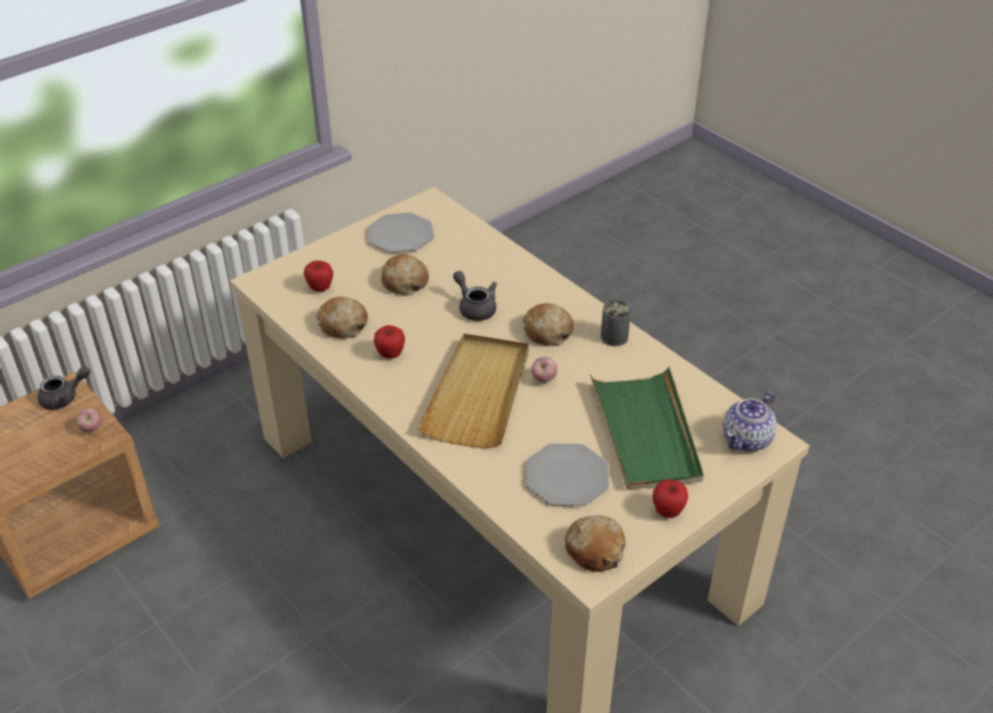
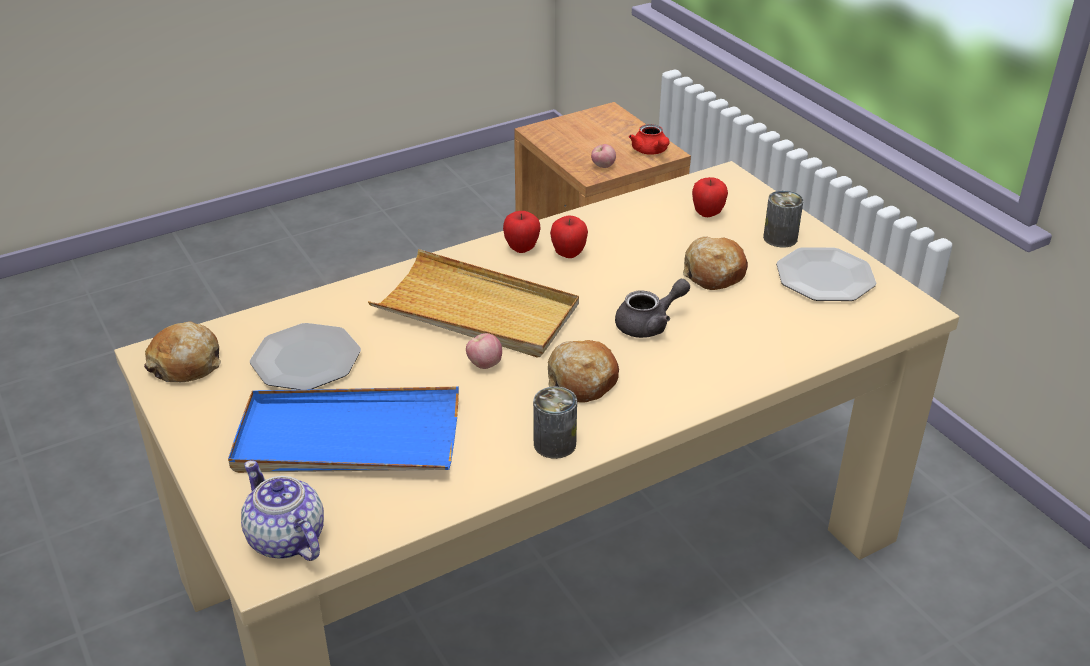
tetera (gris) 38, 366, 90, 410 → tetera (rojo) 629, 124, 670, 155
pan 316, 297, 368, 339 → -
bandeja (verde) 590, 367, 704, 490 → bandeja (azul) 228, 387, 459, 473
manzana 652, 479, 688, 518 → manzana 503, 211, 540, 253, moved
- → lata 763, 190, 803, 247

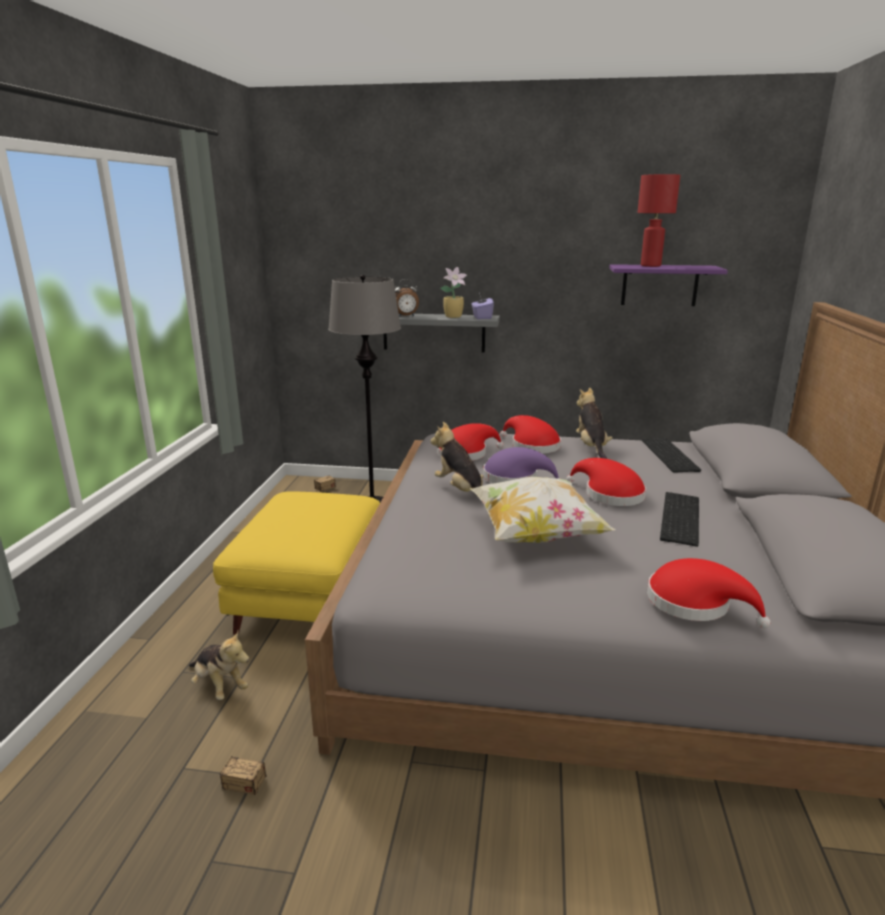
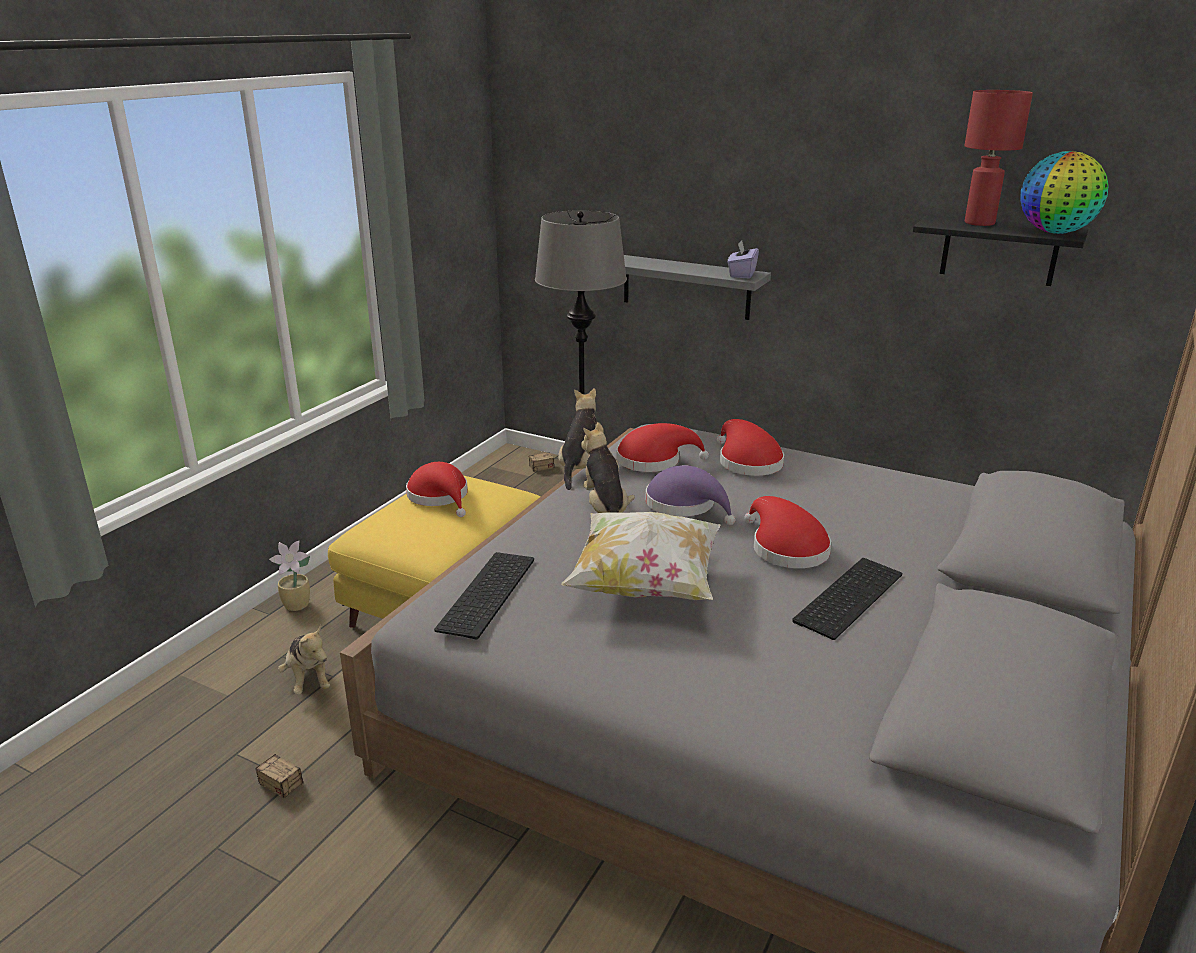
despertador 395, 279, 419, 317 → -
planta en maceta 441, 267, 467, 318 → planta en maceta 269, 540, 310, 611, moved
peluche 576, 387, 612, 459 → peluche 558, 388, 597, 490, moved
estante (morado) 609, 264, 728, 306 → estante (negro) 913, 215, 1089, 286
teclado 642, 438, 701, 473 → teclado 434, 552, 534, 639, moved
sombrero (rojo) 647, 558, 771, 628 → sombrero (rojo) 406, 462, 468, 517, moved
- → globo terráqueo 1020, 151, 1109, 234

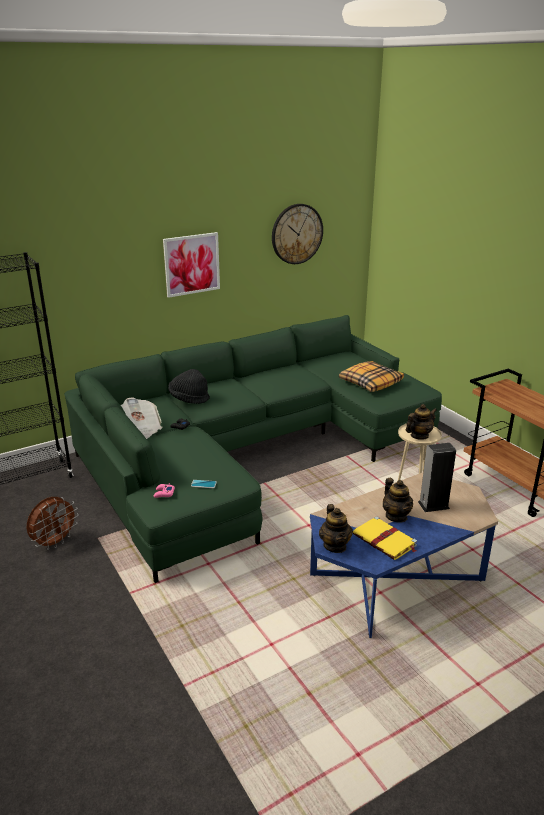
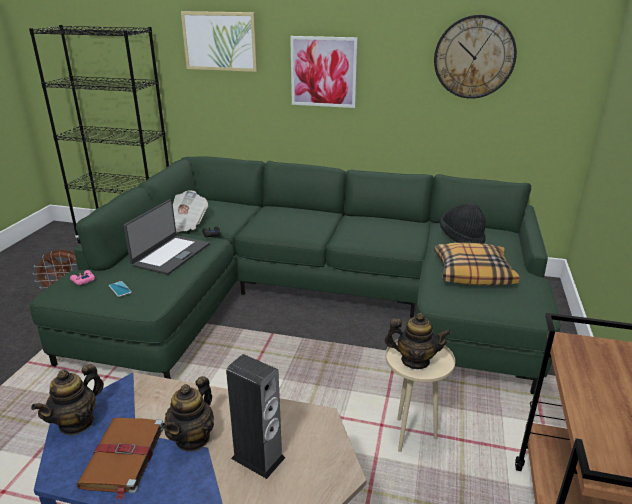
sombrero (negro) 168, 369, 210, 404 → sombrero (negro) 440, 203, 486, 244, moved
libro (amarillo) 353, 516, 417, 560 → libro (marrón) 76, 417, 164, 500
- → portátil 123, 199, 210, 275
- → cuadro 181, 11, 258, 72

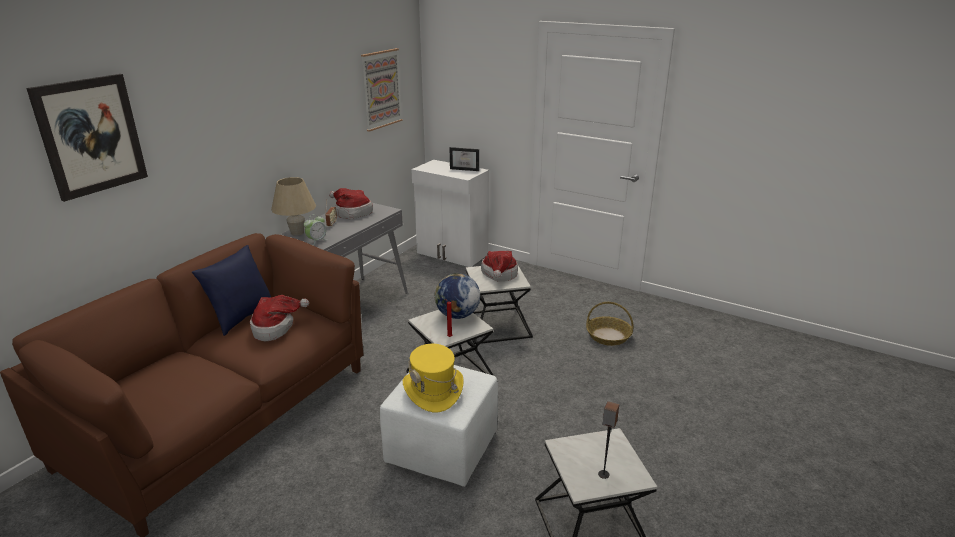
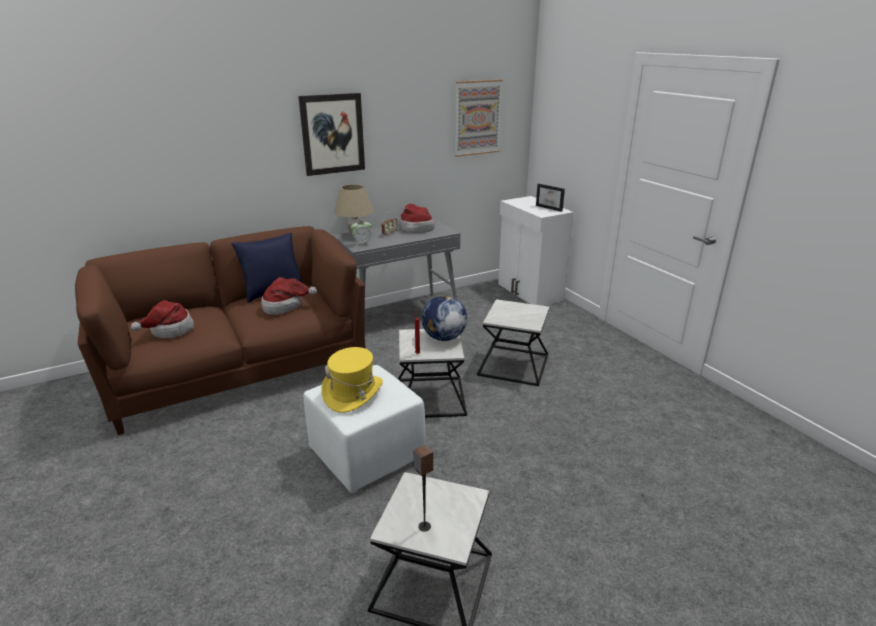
cuadro 26, 74, 148, 202 → cuadro 298, 93, 365, 176, moved
sombrero 481, 251, 518, 281 → sombrero 131, 300, 194, 338, moved
cesta 586, 302, 634, 346 → -

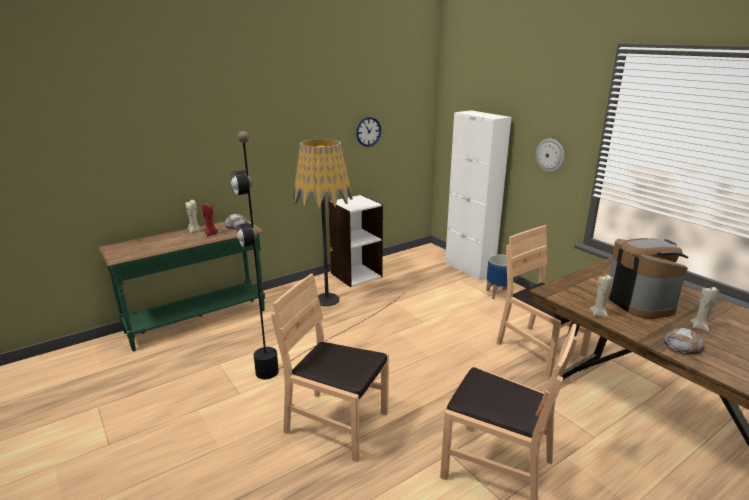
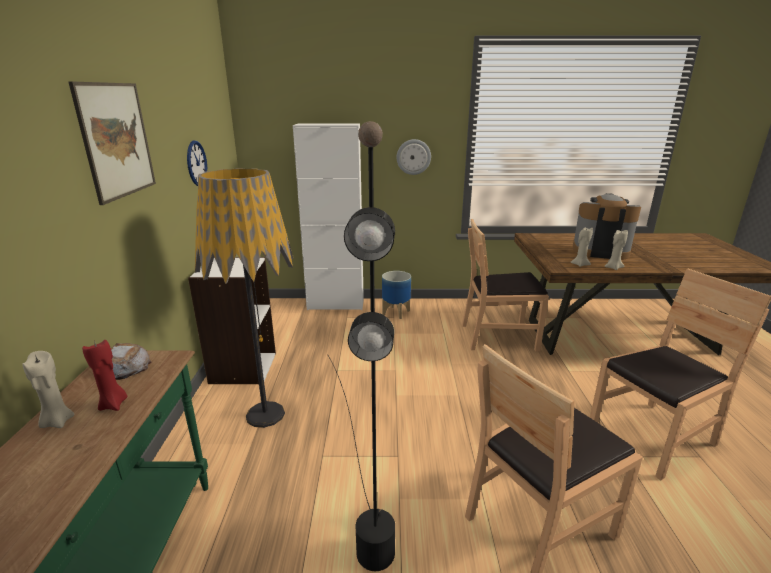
pan 664, 328, 705, 355 → -
vela (beis) 690, 286, 719, 332 → vela (beis) 570, 228, 593, 267, moved
- → cuadro 68, 81, 156, 205

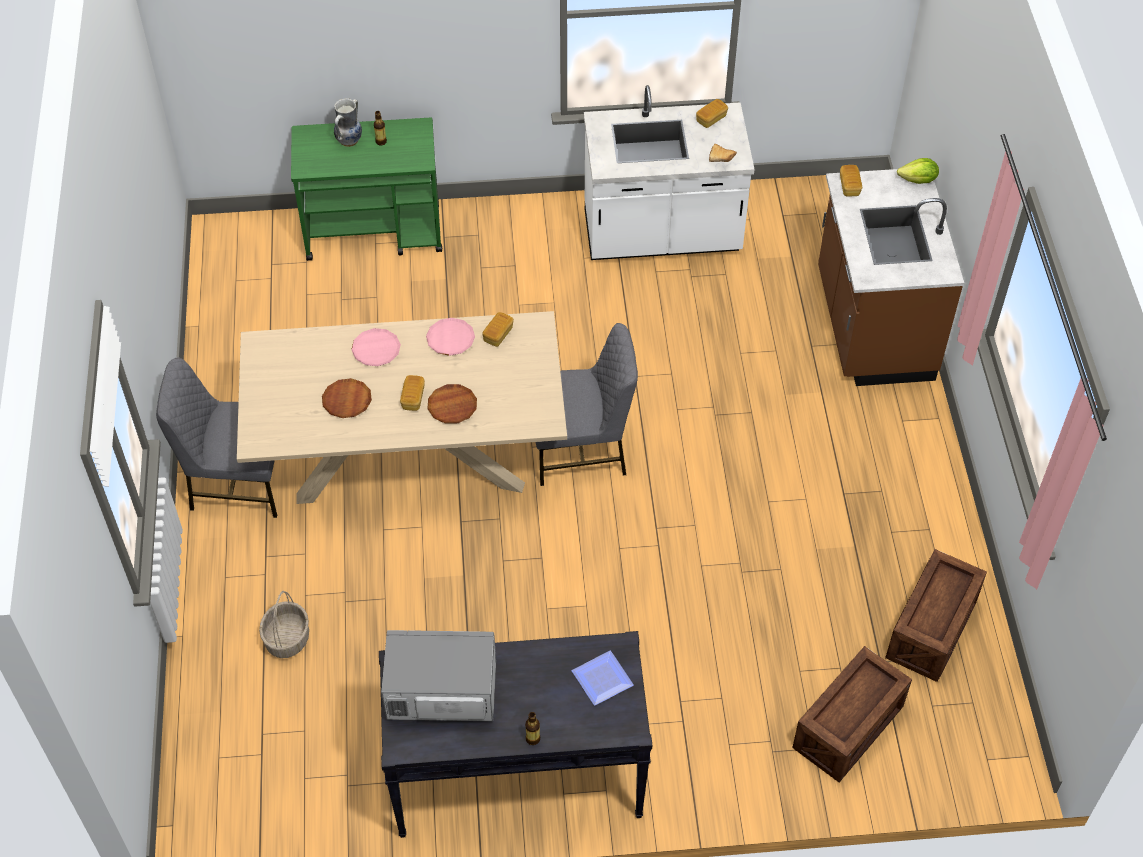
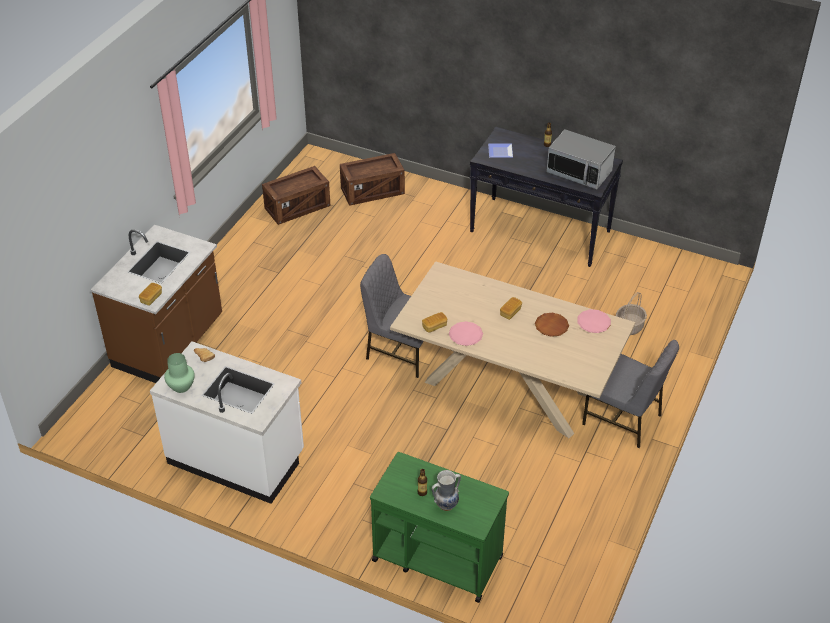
plato (rosa) 351, 328, 401, 366 → plato (rosa) 577, 309, 611, 333, moved
plato (marrón) 428, 384, 477, 423 → -
pan 696, 99, 728, 128 → florero (verde) 164, 353, 195, 393
lechuga 897, 158, 939, 184 → -

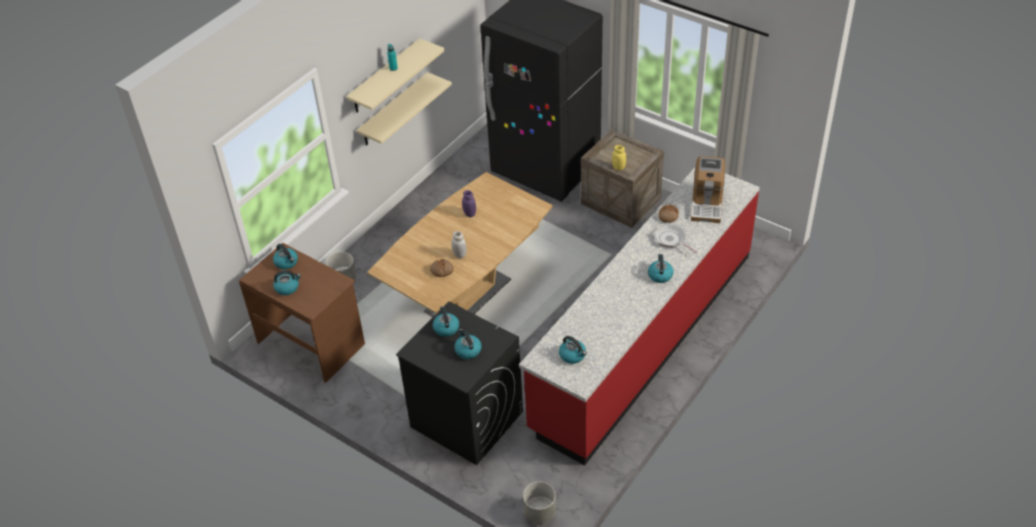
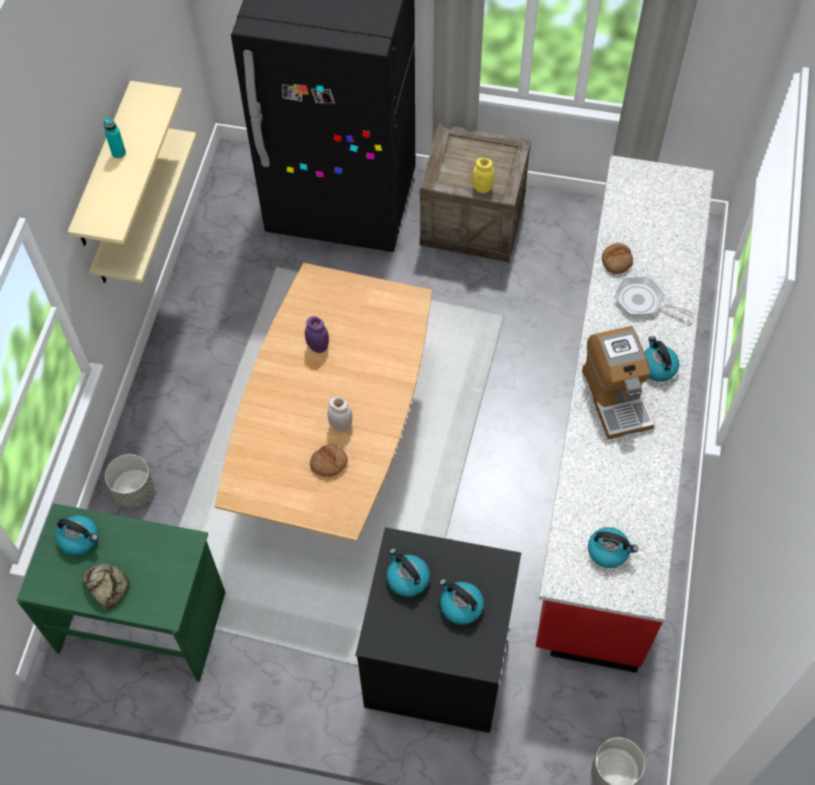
escritorio (marrón) 239, 243, 365, 383 → escritorio (verde) 17, 503, 225, 682
hervidor 273, 270, 301, 295 → pan 81, 563, 129, 610
cafetera 691, 156, 725, 223 → cafetera 582, 326, 655, 440, moved

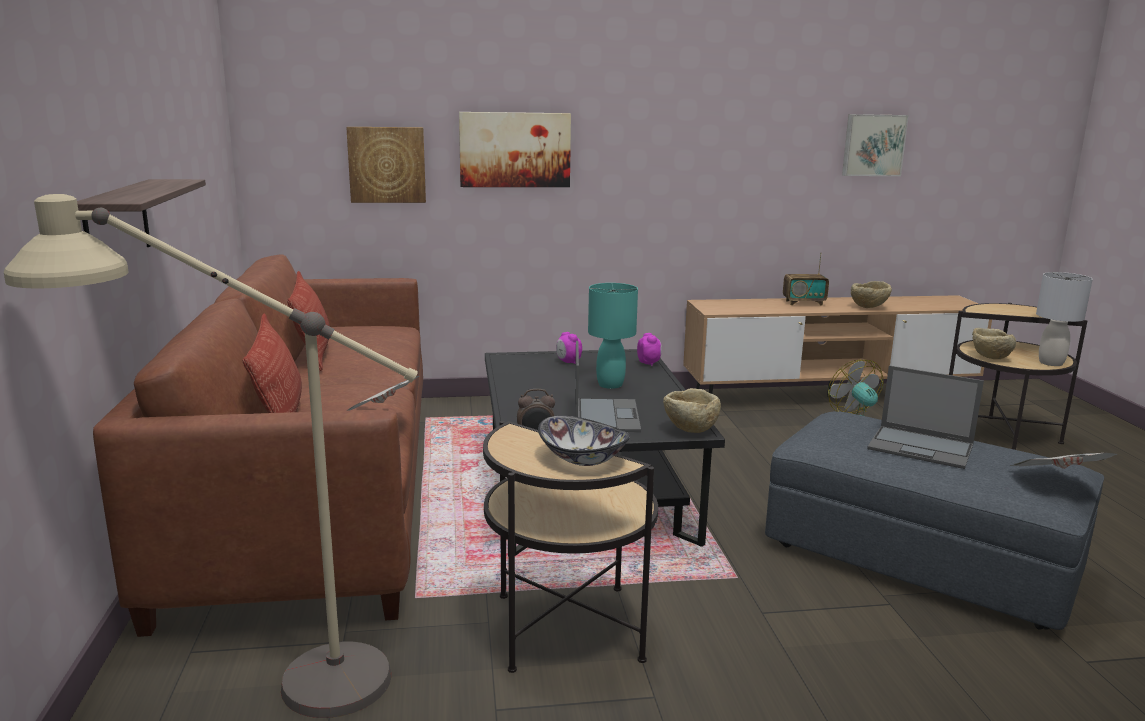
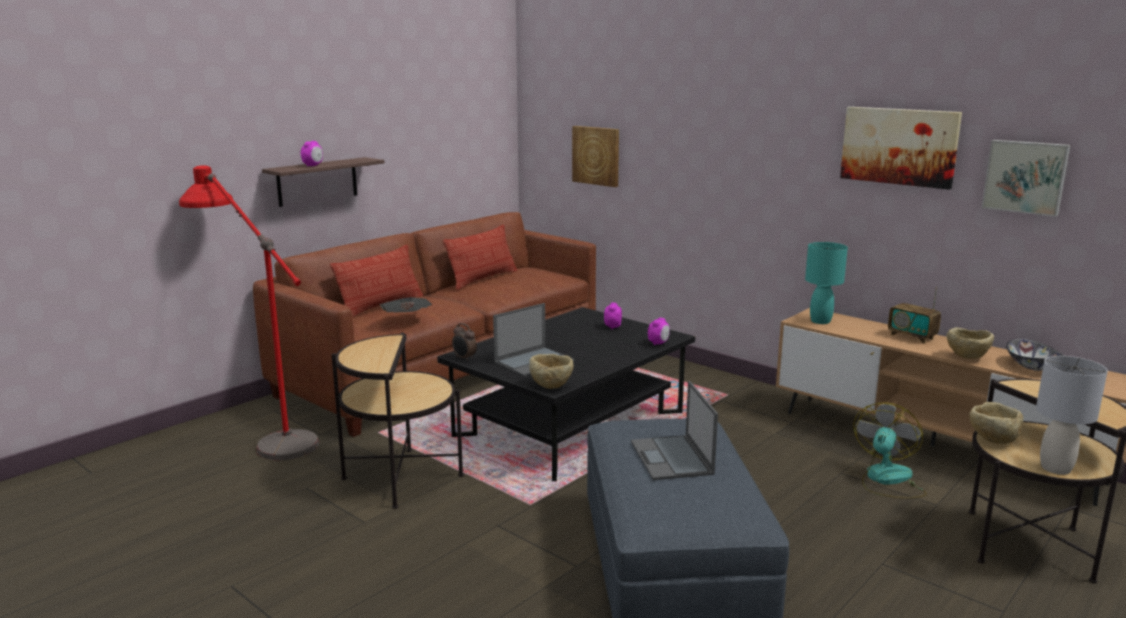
lámpara de pie (beis) 4, 194, 418, 718 → lámpara de pie (rojo) 179, 165, 319, 460
cuadro 459, 112, 571, 187 → cuadro 840, 107, 962, 190, moved
cuenco 538, 415, 630, 466 → cuenco 1006, 339, 1064, 371, moved
lámpara de mesa (turquesa) 588, 283, 638, 389 → lámpara de mesa (turquesa) 805, 242, 848, 324, moved
periódico 1010, 453, 1117, 469 → -
- → despertador 301, 141, 323, 167

